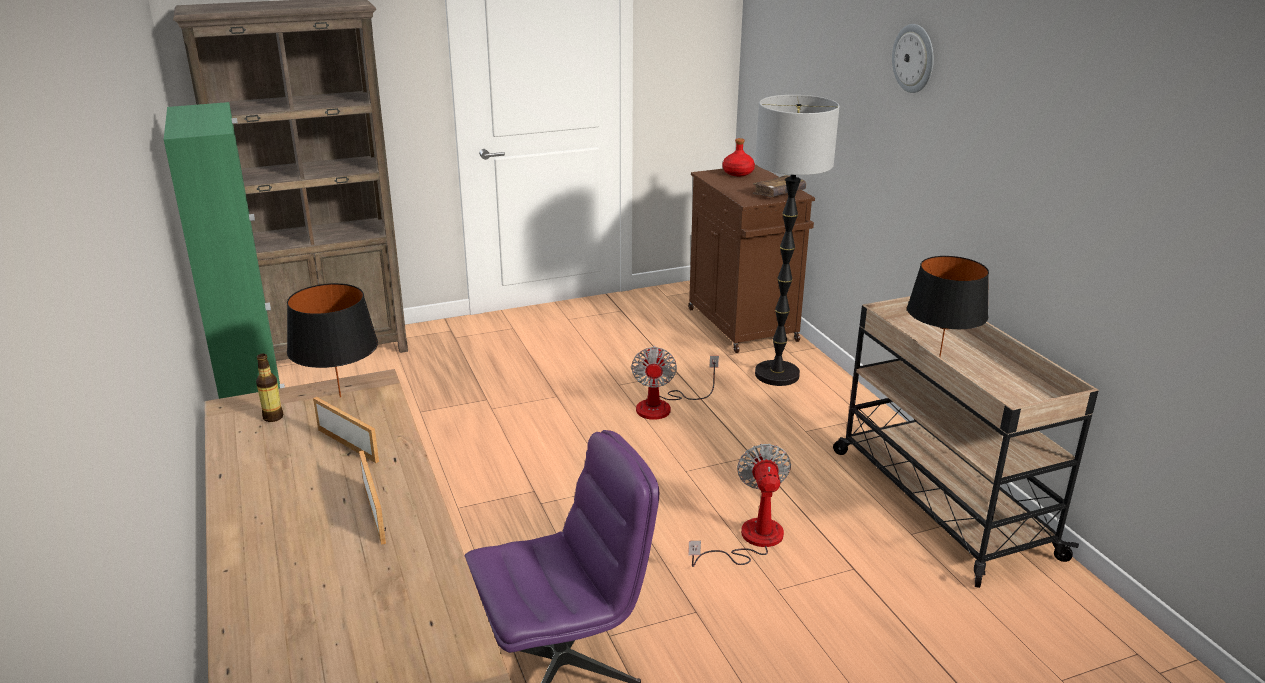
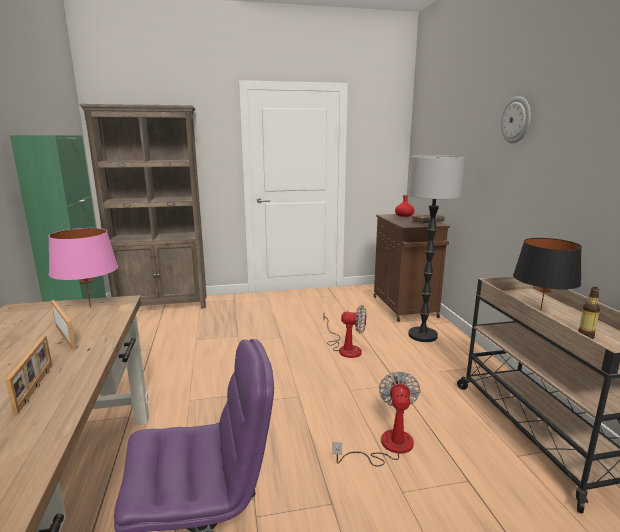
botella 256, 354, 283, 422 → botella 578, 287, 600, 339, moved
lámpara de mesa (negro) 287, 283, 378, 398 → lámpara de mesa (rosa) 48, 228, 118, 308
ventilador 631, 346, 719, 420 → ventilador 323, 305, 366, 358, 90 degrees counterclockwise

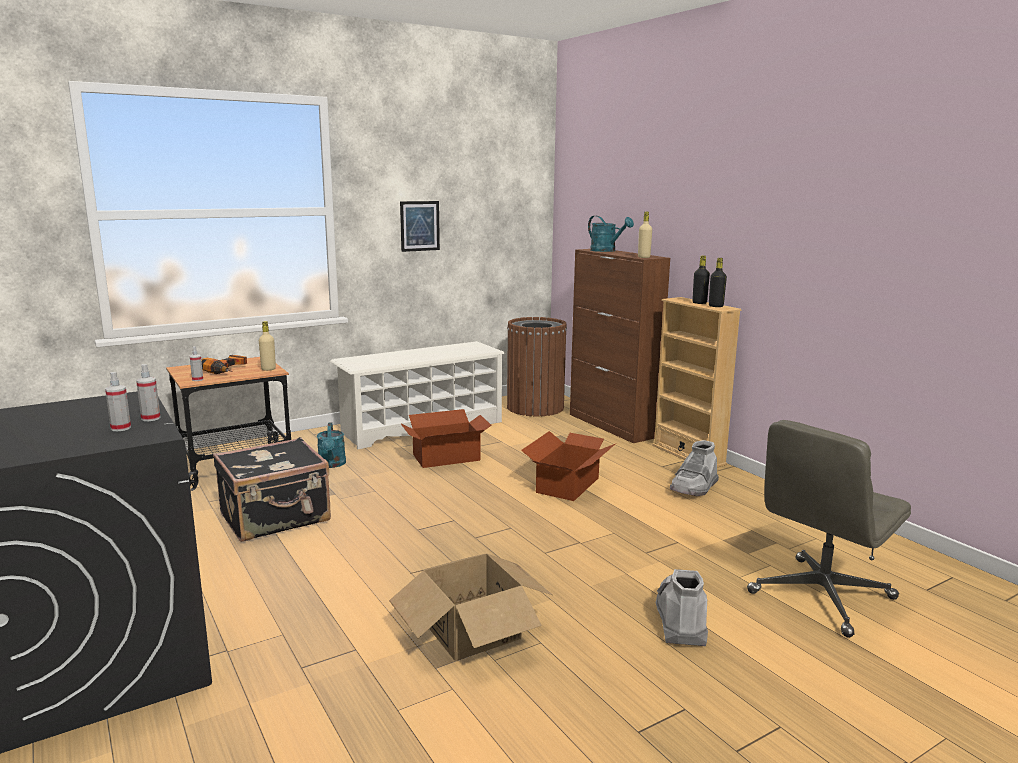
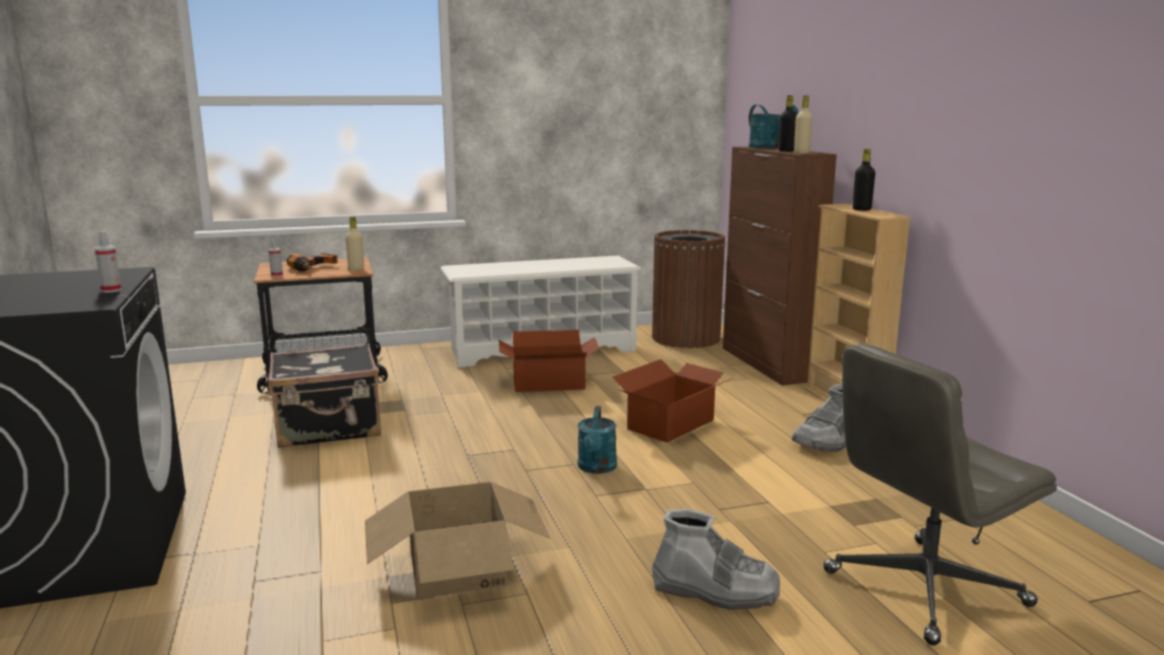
pulverizador 105, 372, 131, 431 → -
regadera (turquesa) 317, 422, 346, 468 → regadera (turquesa) 578, 406, 617, 474, moved
cuadro 400, 201, 440, 252 → -
bota (gris) 656, 569, 708, 646 → bota (gris) 652, 509, 780, 610, 90 degrees clockwise
botella (negro) 709, 258, 727, 307 → botella (negro) 778, 95, 797, 152, moved

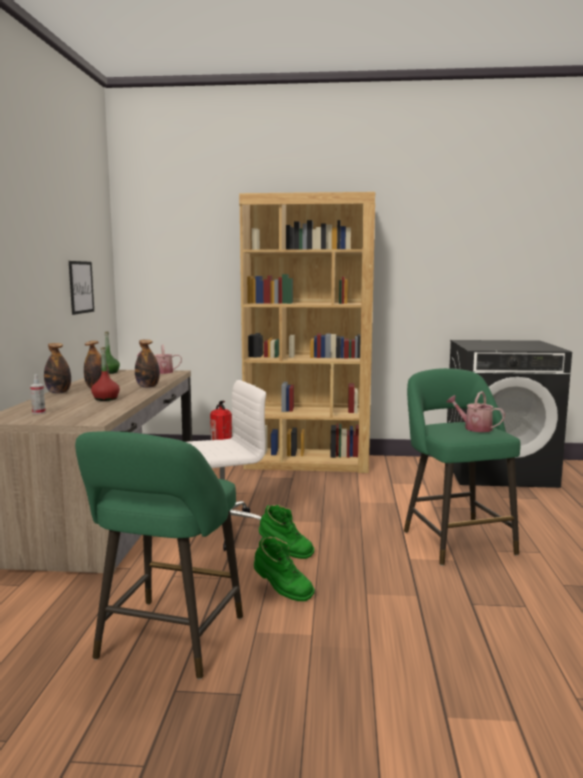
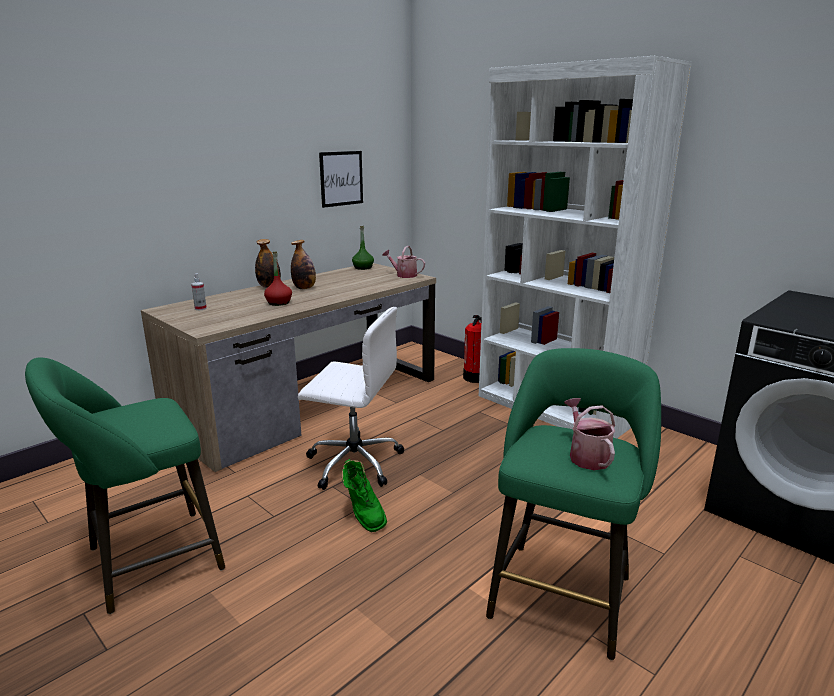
botella 135, 340, 160, 388 → -
estantería (marrón) 239, 192, 375, 473 → estantería (blanco) 479, 56, 692, 438
bota (verde) 254, 537, 315, 601 → -

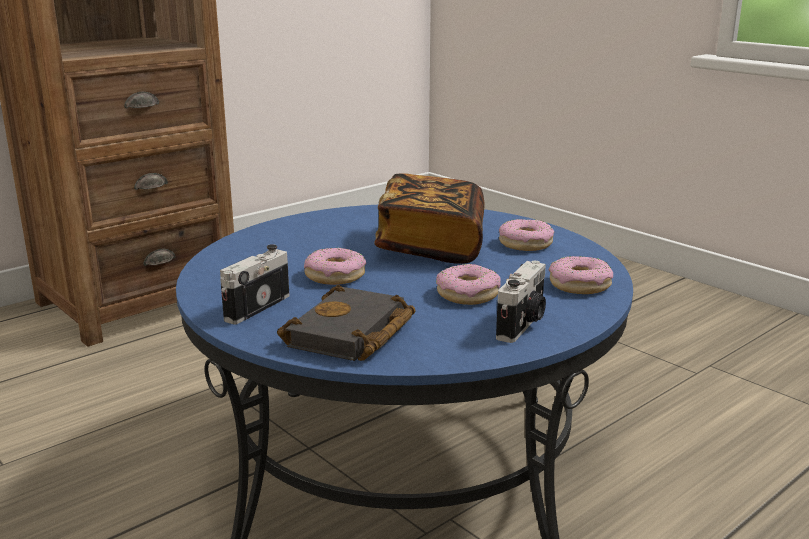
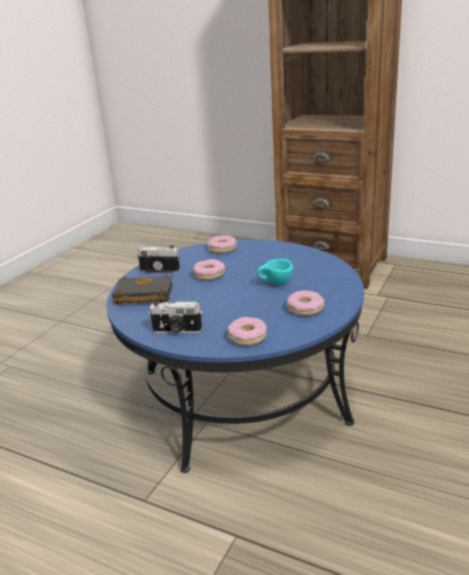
libro 374, 173, 485, 264 → taza (turquesa) 257, 259, 293, 286
rosquilla 436, 264, 501, 305 → rosquilla 207, 235, 237, 254, moved

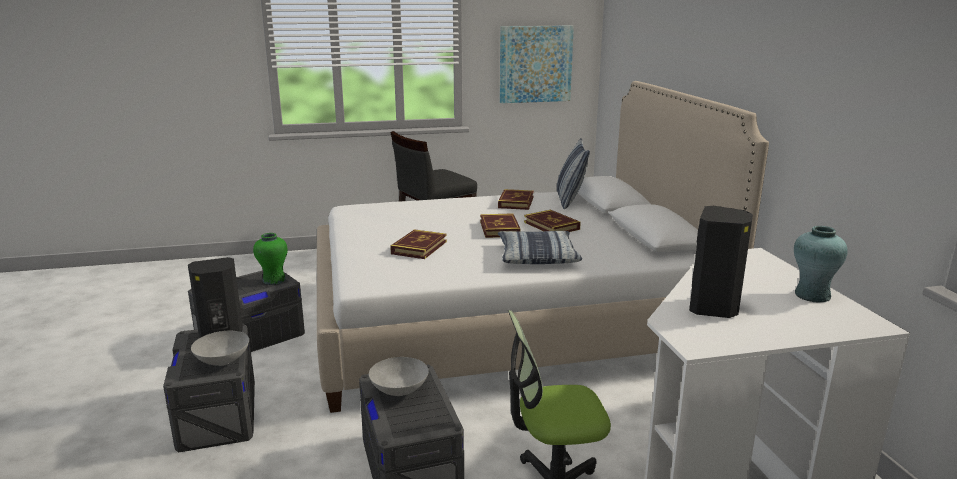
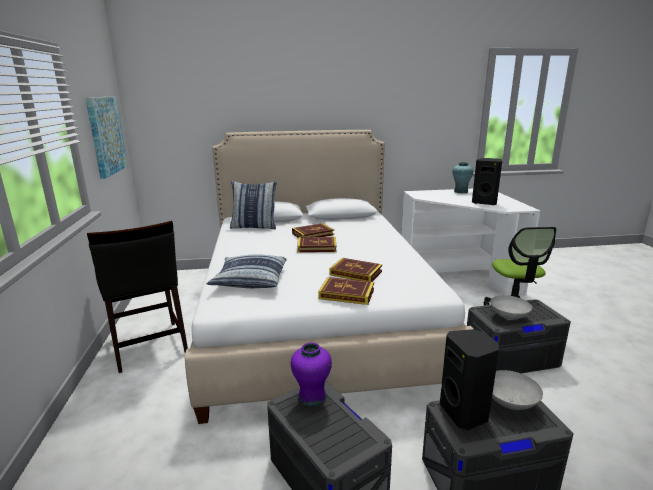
florero (verde) 253, 233, 288, 285 → florero (morado) 291, 343, 332, 407
libro 498, 189, 534, 210 → libro 318, 277, 374, 305, moved
cojín 498, 231, 582, 264 → cojín 207, 254, 287, 288, moved

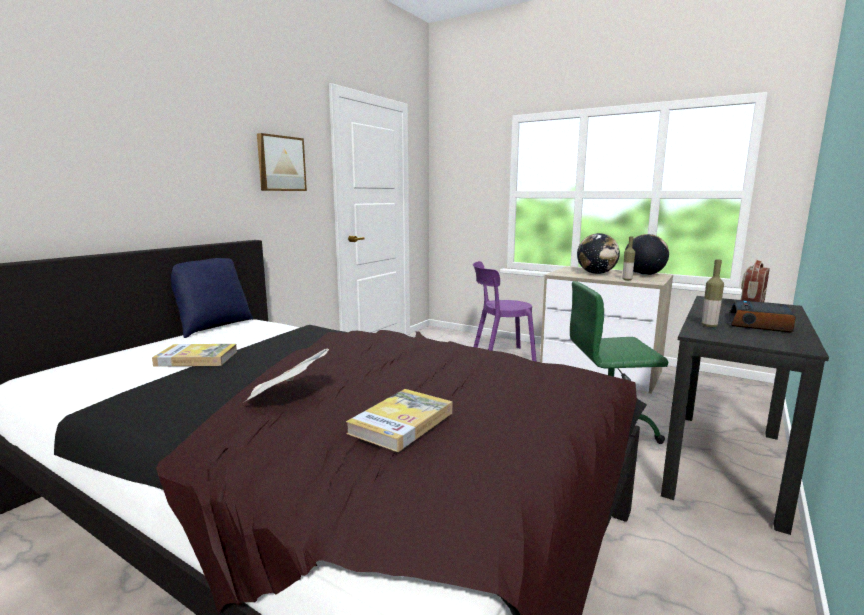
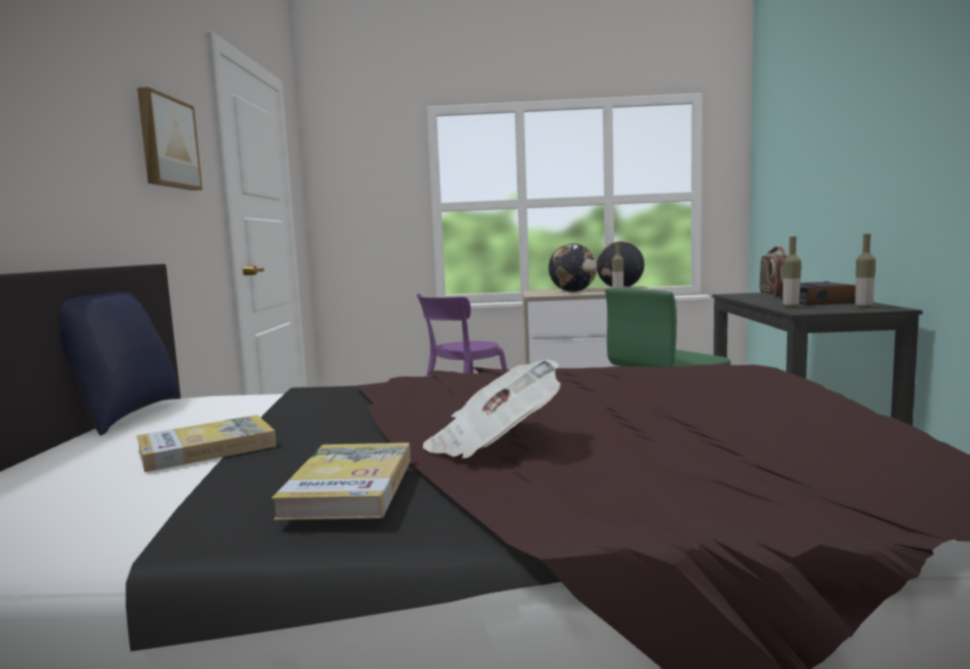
libro 346, 389, 452, 452 → libro 272, 443, 411, 520, moved
- → botella 855, 234, 876, 308

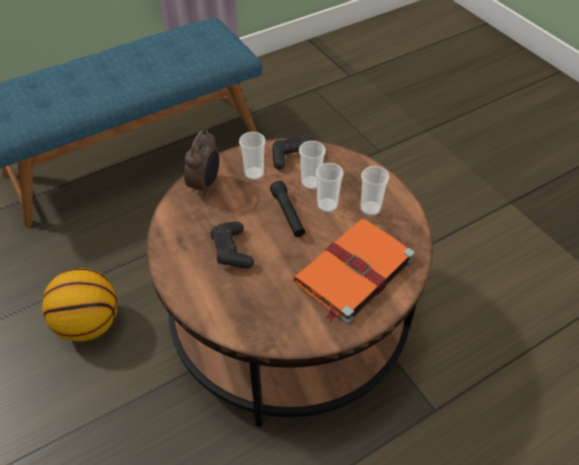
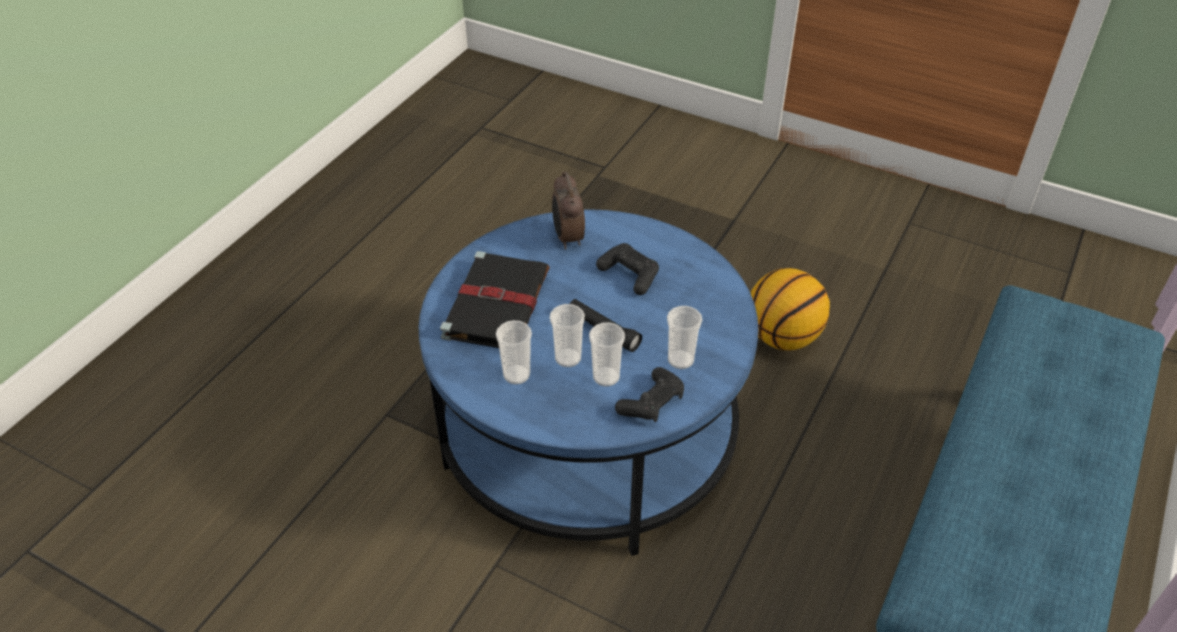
mesa de centro (marrón) 146, 138, 433, 427 → mesa de centro (azul) 419, 209, 759, 556
despertador 184, 130, 220, 196 → despertador 552, 172, 585, 250, moved
libro (naranja) 293, 219, 415, 324 → libro (negro) 440, 251, 550, 348

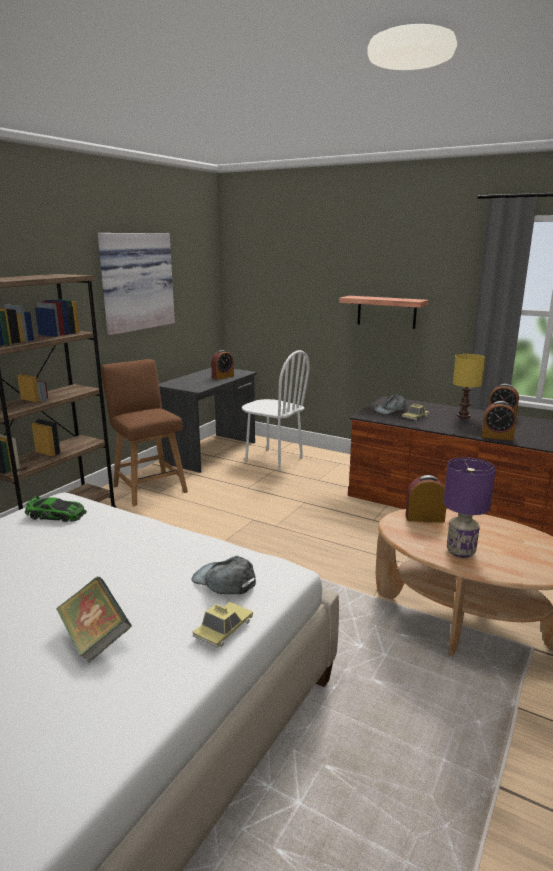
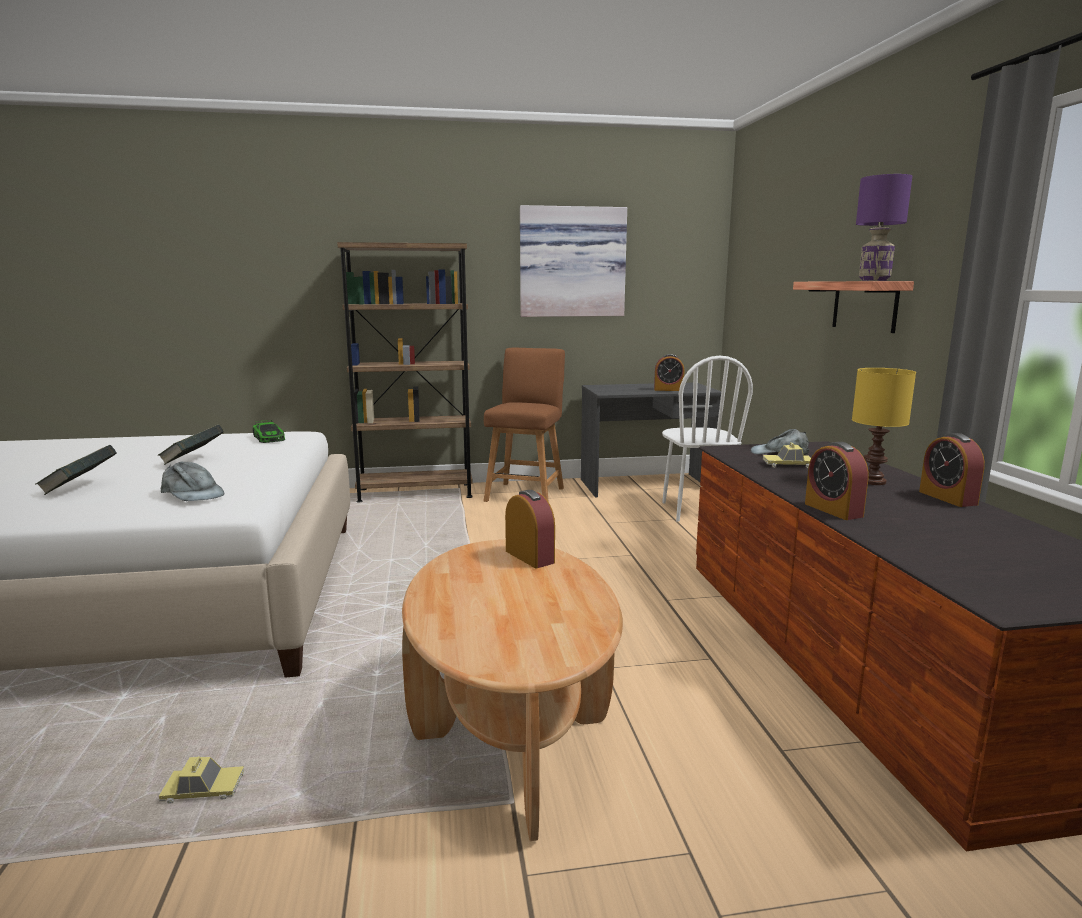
gorra (gris) 191, 556, 256, 595 → gorra (gris) 161, 461, 224, 501, 135 degrees clockwise
coche de juguete 193, 602, 253, 648 → coche de juguete 159, 756, 244, 804, moved
lámpara de mesa (morado) 444, 457, 496, 558 → lámpara de mesa (morado) 856, 174, 912, 281, moved
- → libro 157, 424, 224, 465

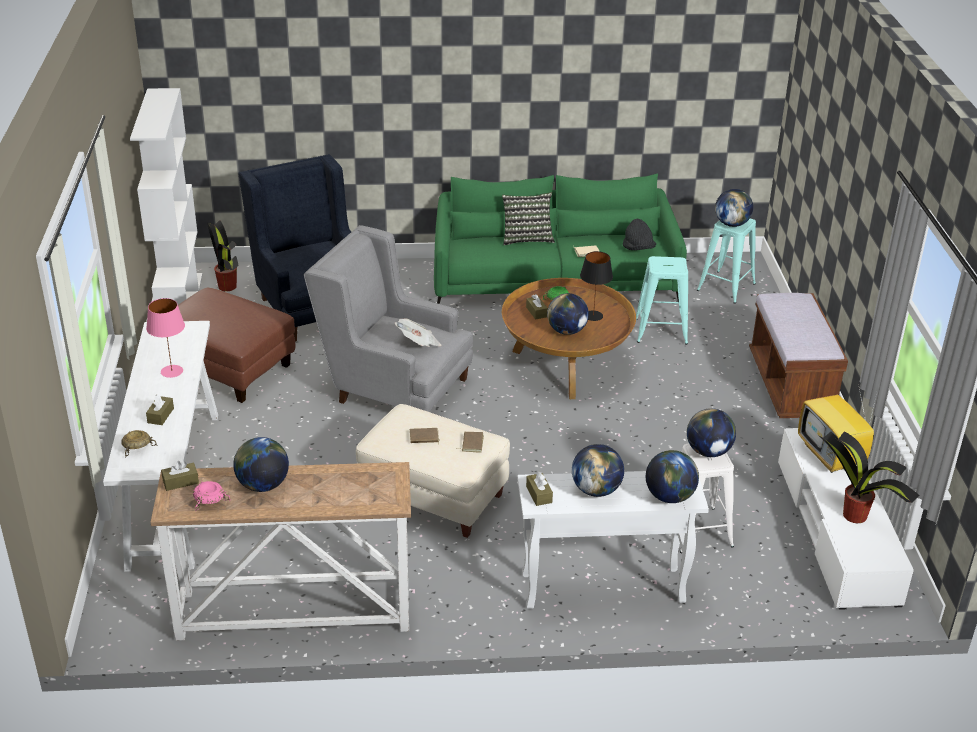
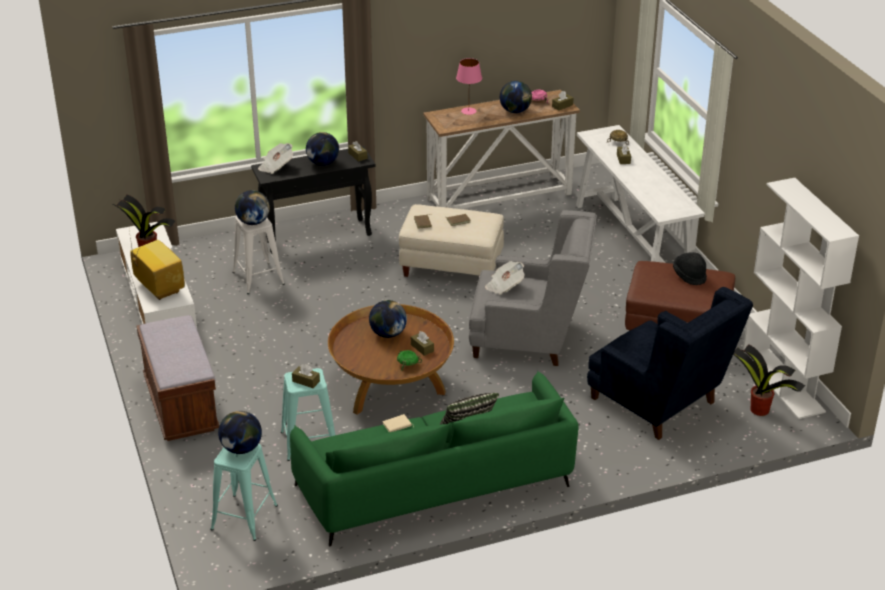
lámpara de mesa (rosa) 146, 298, 185, 378 → lámpara de mesa (rosa) 456, 58, 482, 115, moved
mesa consola (blanco) 517, 471, 709, 609 → mesa consola (negro) 251, 146, 375, 254
lámpara de mesa (negro) 580, 251, 613, 321 → -
sombrero (negro) 623, 219, 656, 250 → sombrero (negro) 673, 252, 707, 285, moved
globo terráqueo 646, 450, 699, 503 → periódico 258, 143, 293, 174
- → caja de pañuelos (marrón) 292, 364, 320, 388

